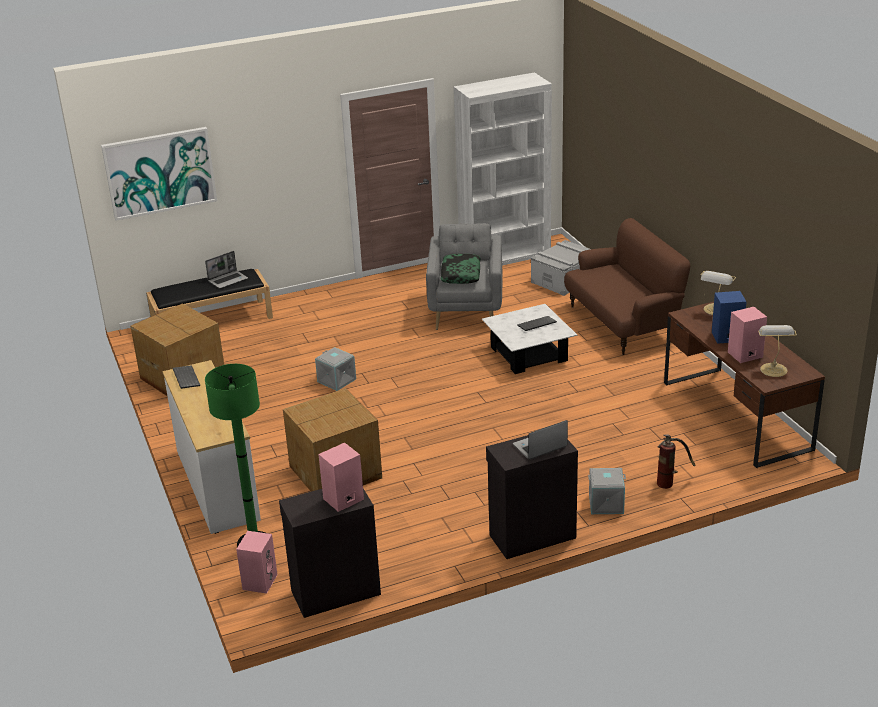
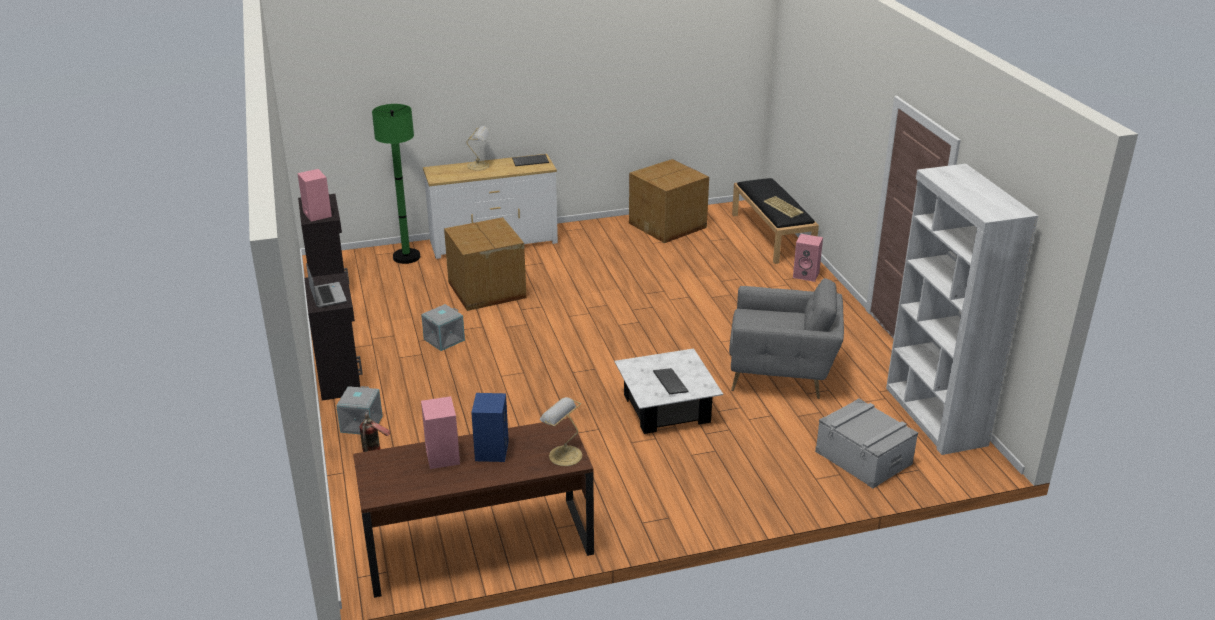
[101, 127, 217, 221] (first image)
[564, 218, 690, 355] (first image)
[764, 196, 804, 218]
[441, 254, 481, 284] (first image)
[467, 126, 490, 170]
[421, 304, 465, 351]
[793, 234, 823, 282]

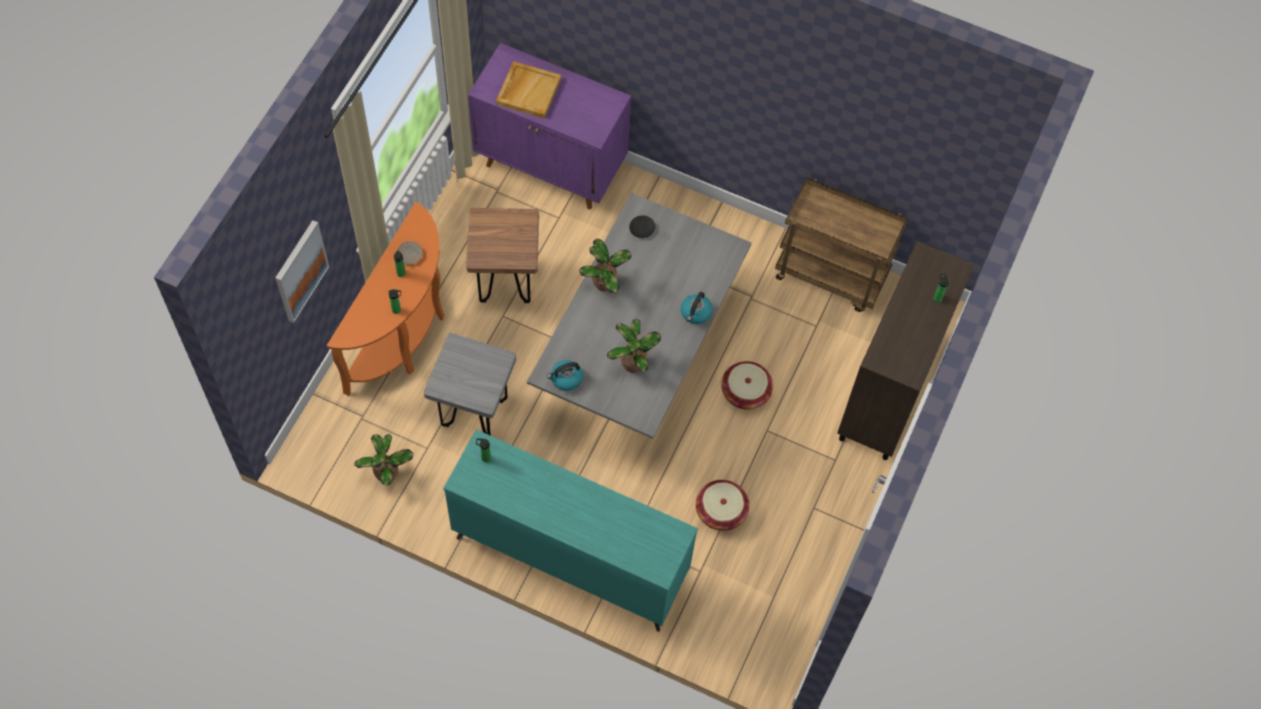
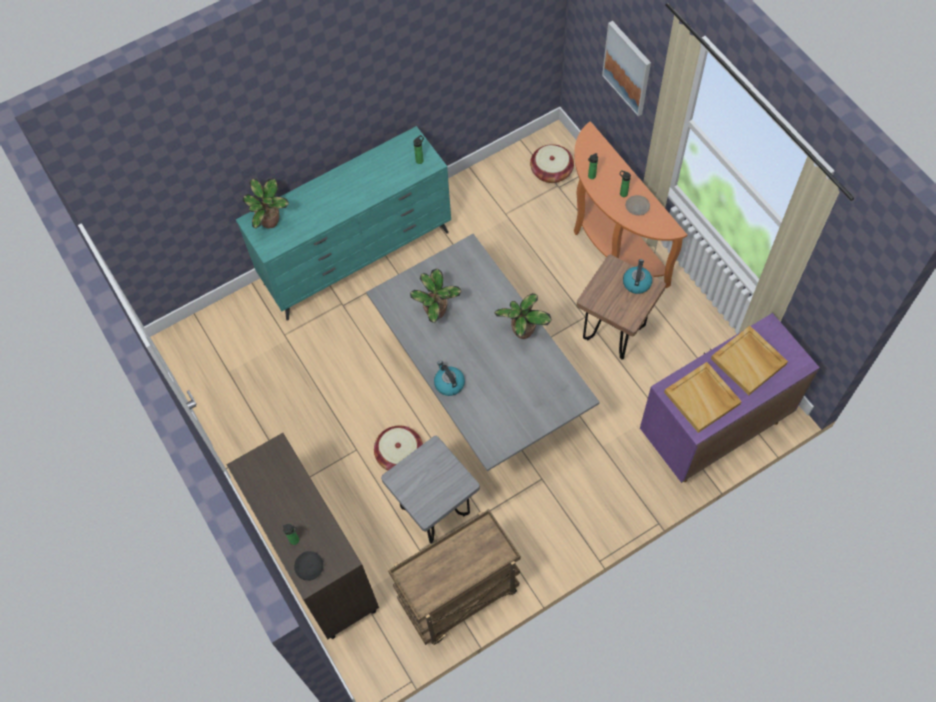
[294, 551, 324, 581]
[381, 436, 480, 544]
[623, 259, 652, 294]
[243, 178, 289, 229]
[530, 144, 574, 183]
[664, 362, 742, 433]

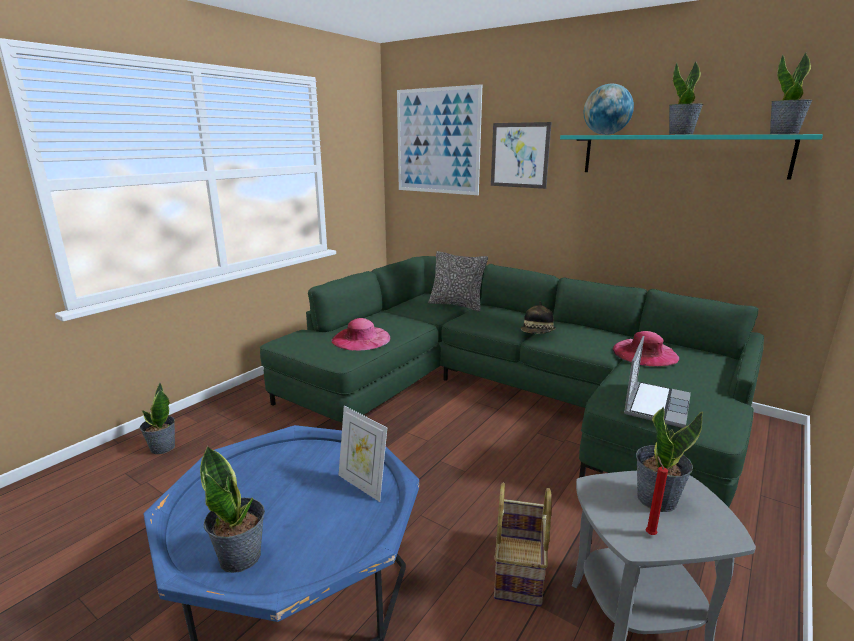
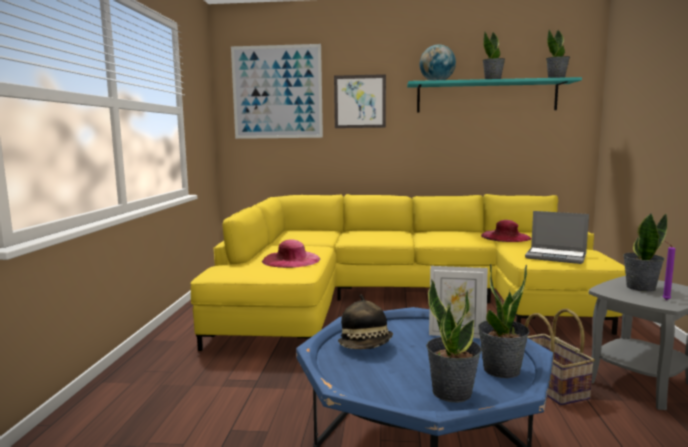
[428, 251, 488, 312] (first image)
[191, 194, 626, 351]
[338, 294, 393, 349]
[525, 211, 589, 264]
[478, 264, 530, 378]
[662, 241, 675, 300]

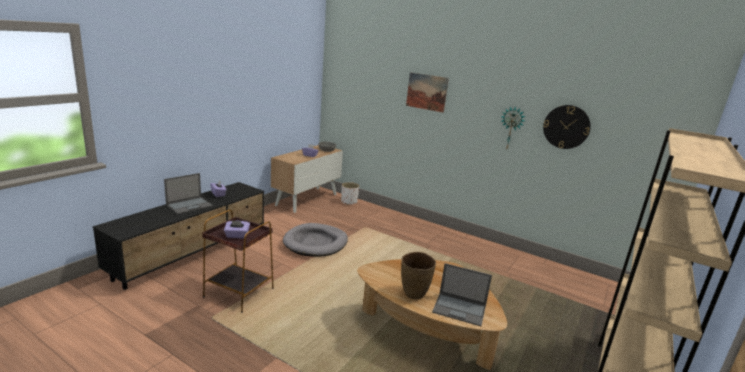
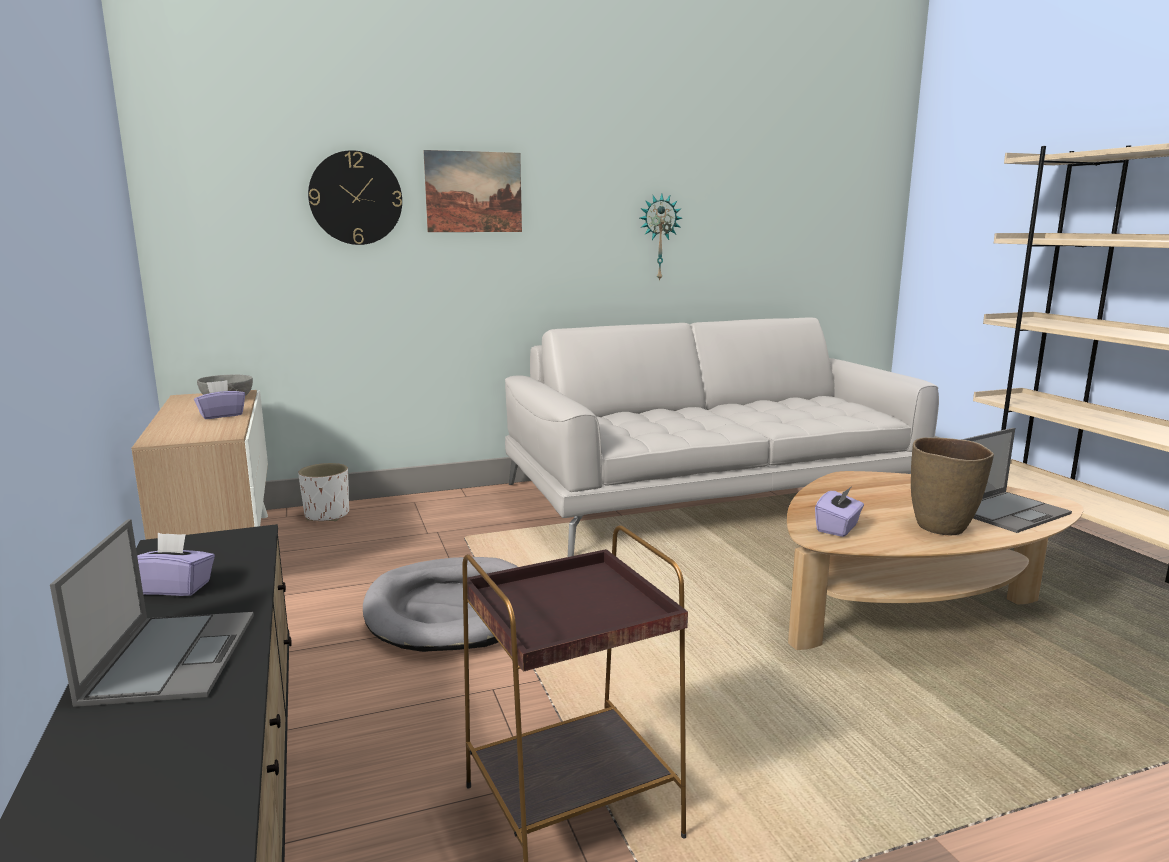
[308, 150, 402, 245]
[815, 486, 864, 537]
[505, 317, 939, 557]

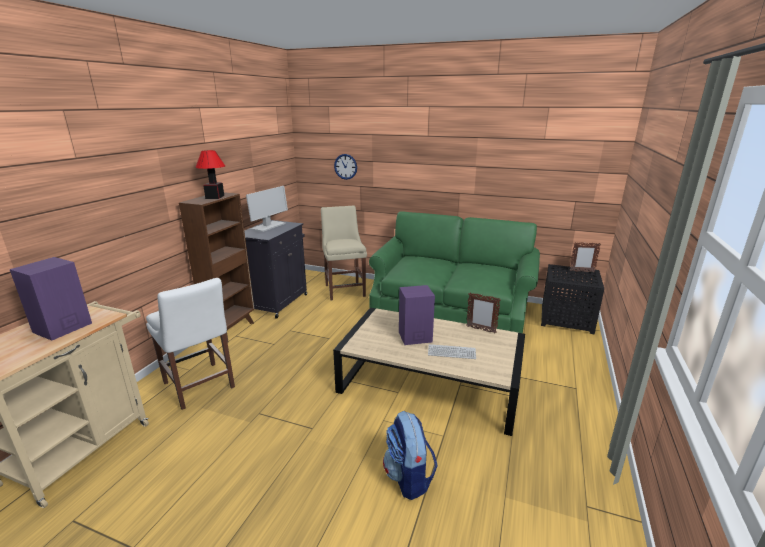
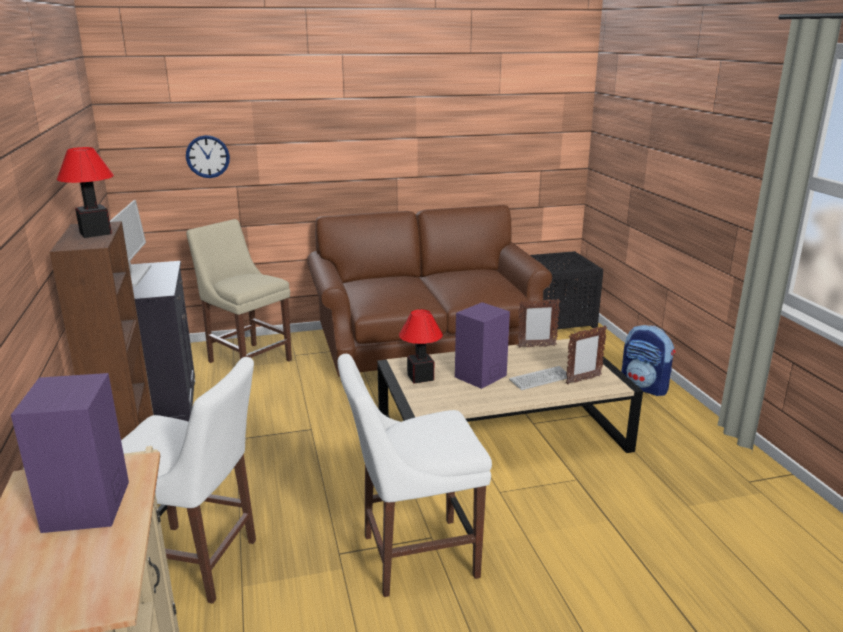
[307, 205, 552, 376]
[566, 325, 607, 384]
[621, 325, 675, 396]
[399, 309, 443, 384]
[337, 354, 492, 597]

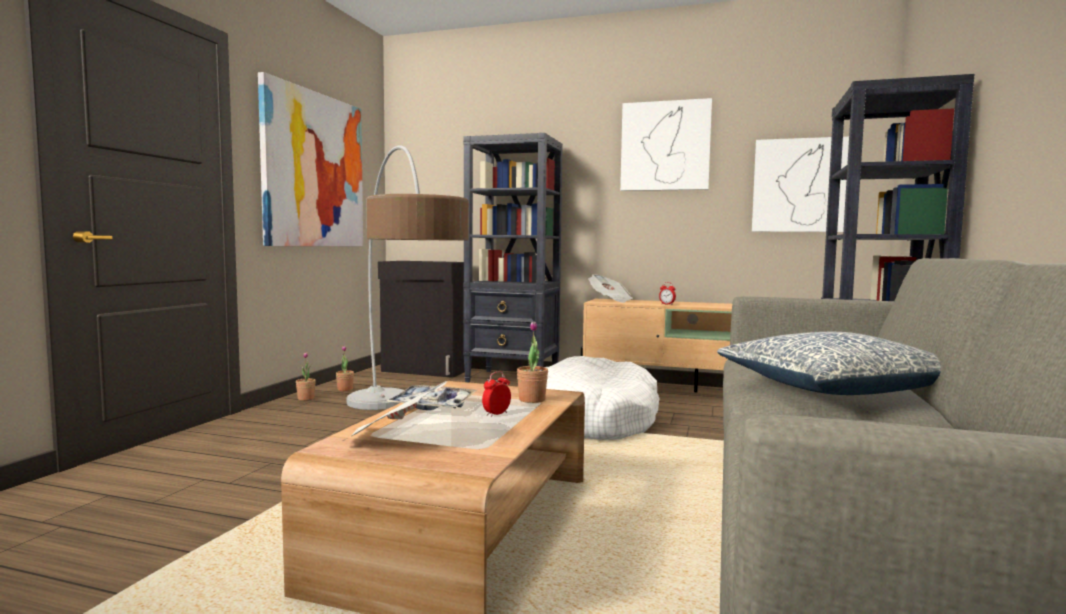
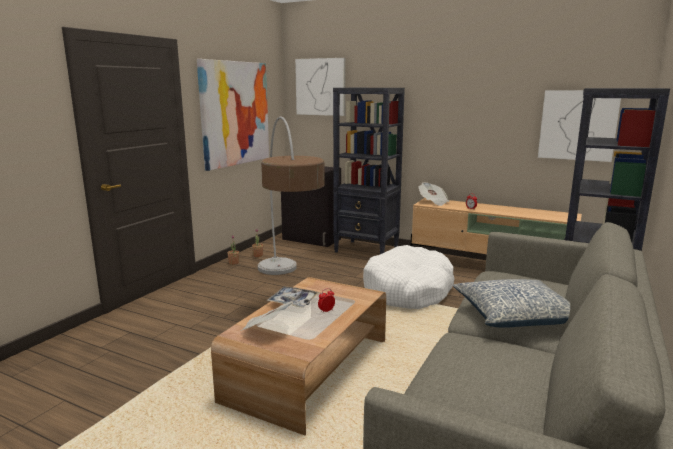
[295, 58, 345, 116]
[517, 321, 548, 403] (first image)

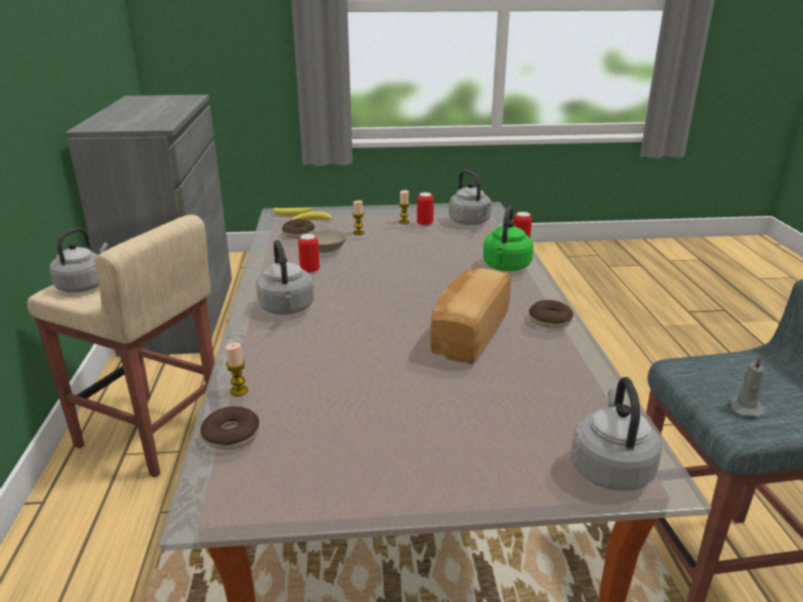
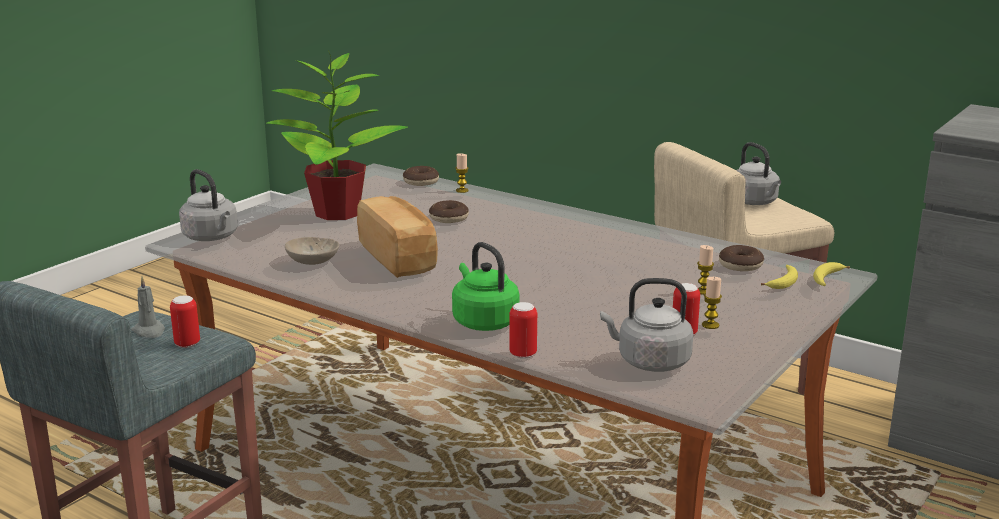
[285, 237, 339, 265]
[170, 295, 200, 348]
[256, 240, 314, 315] (first image)
[429, 200, 469, 223]
[267, 52, 408, 220]

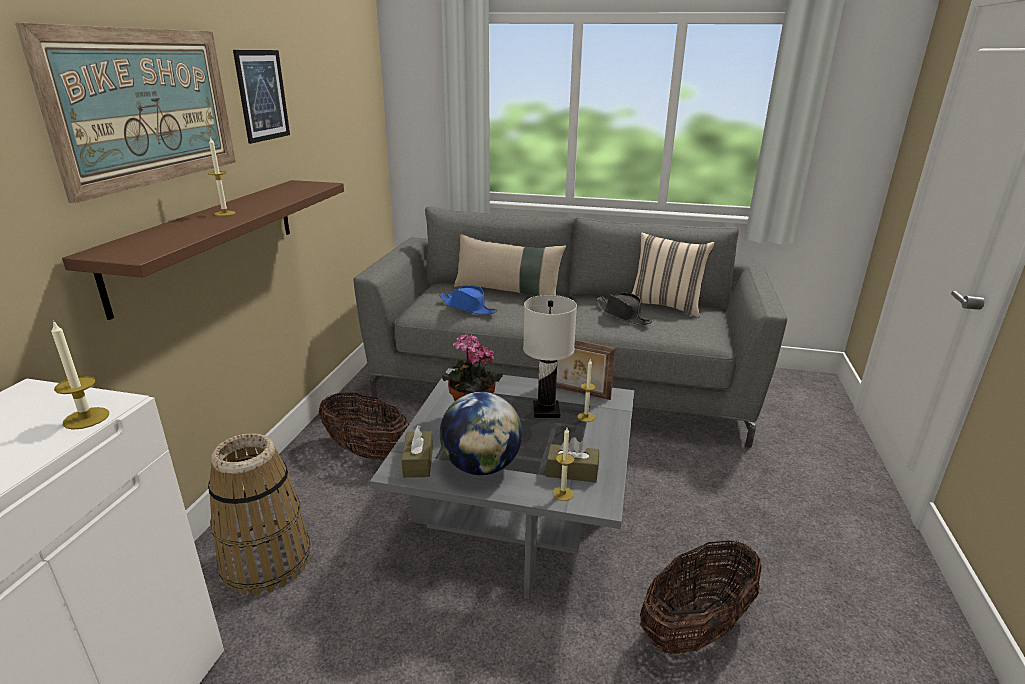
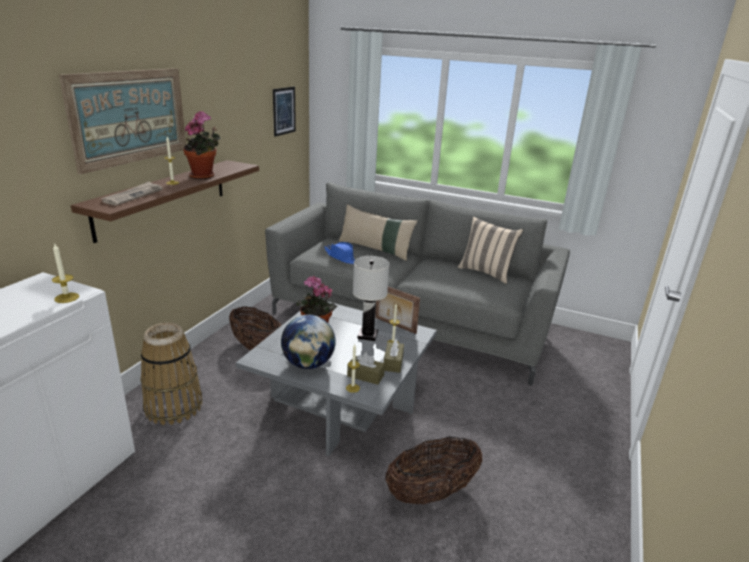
[273, 87, 296, 137]
[596, 292, 652, 325] (first image)
[384, 339, 404, 373]
[184, 111, 221, 179]
[101, 181, 163, 206]

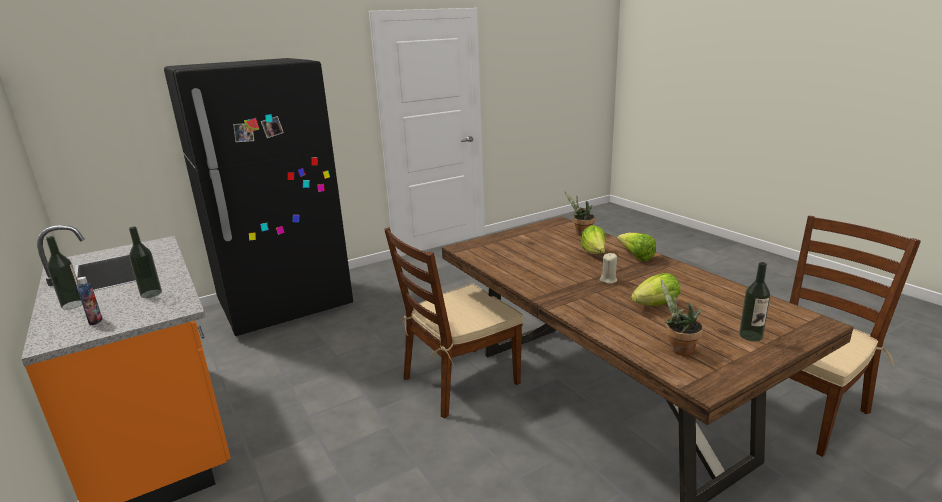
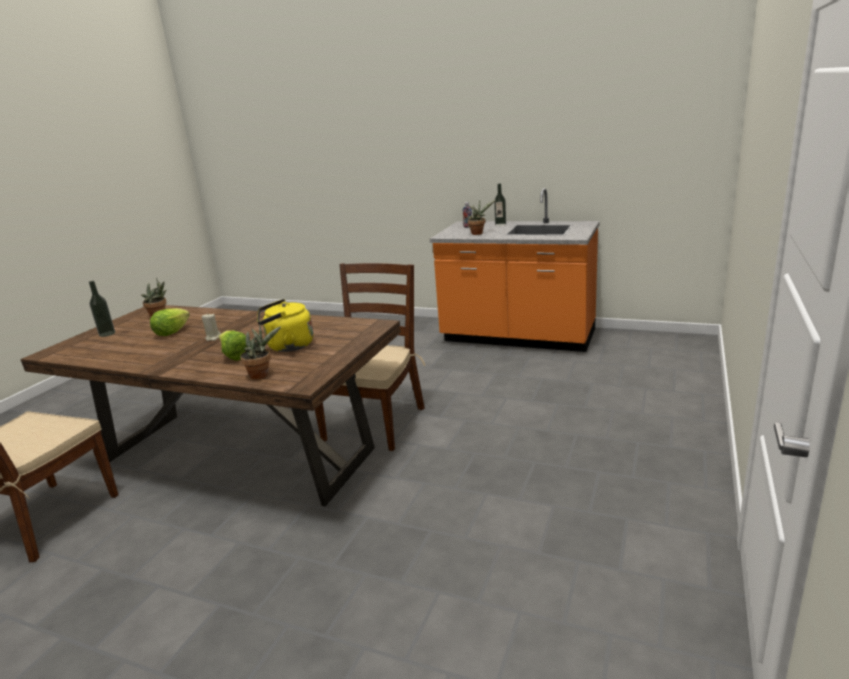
[164, 58, 353, 336] (first image)
[468, 200, 496, 235]
[617, 233, 656, 261] (first image)
[257, 299, 313, 352]

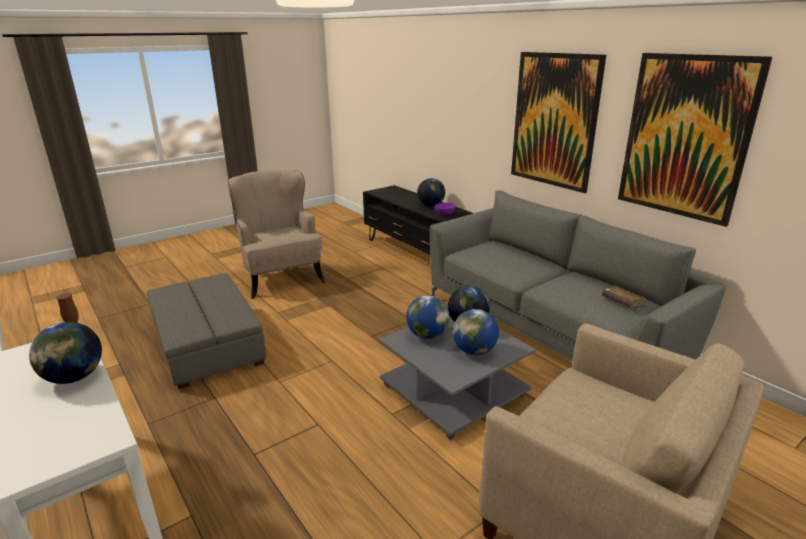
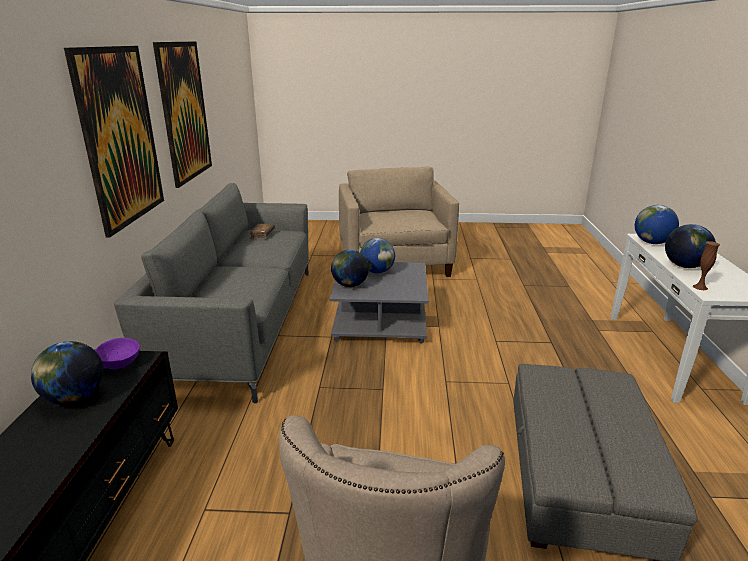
[635, 205, 679, 244]

